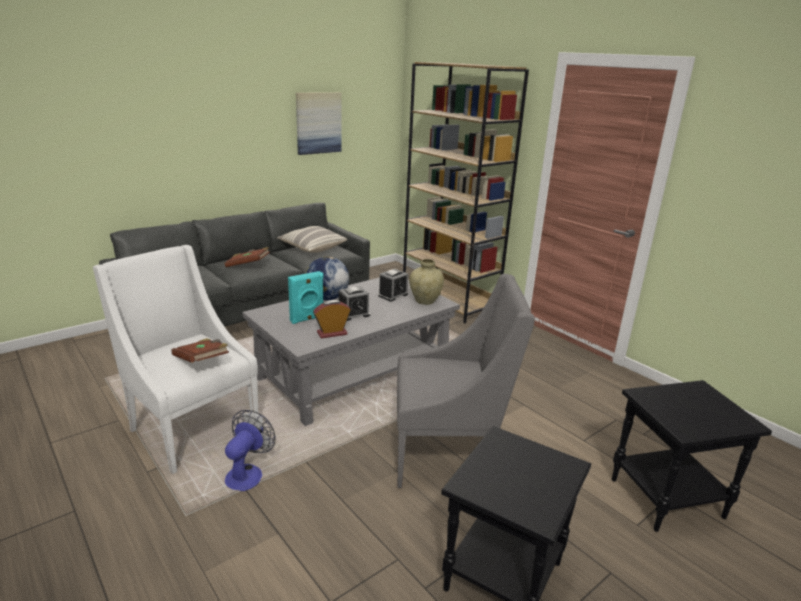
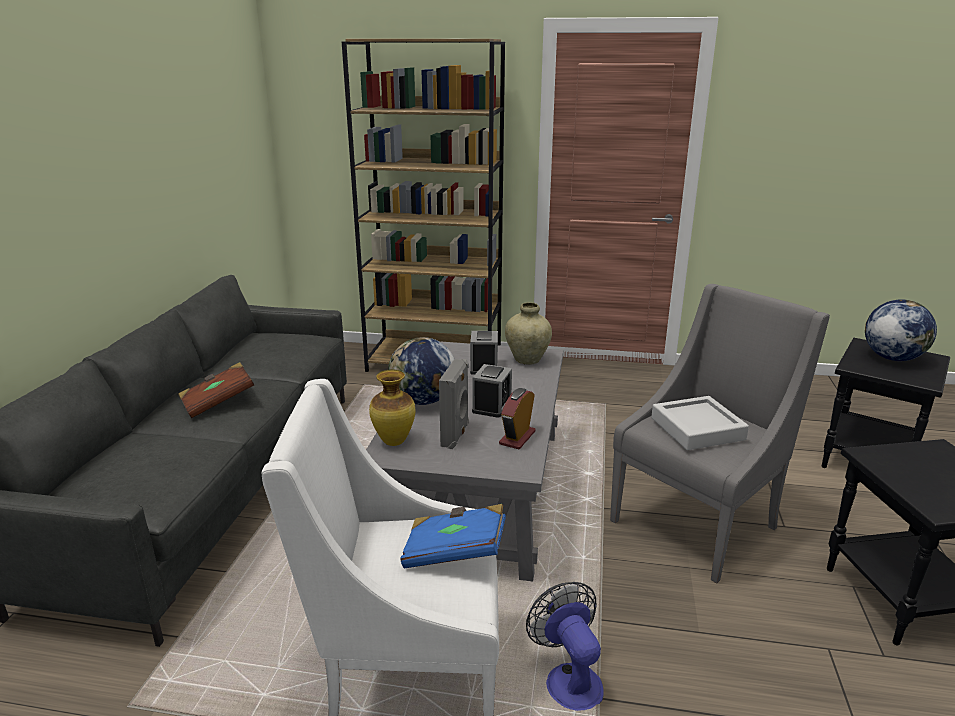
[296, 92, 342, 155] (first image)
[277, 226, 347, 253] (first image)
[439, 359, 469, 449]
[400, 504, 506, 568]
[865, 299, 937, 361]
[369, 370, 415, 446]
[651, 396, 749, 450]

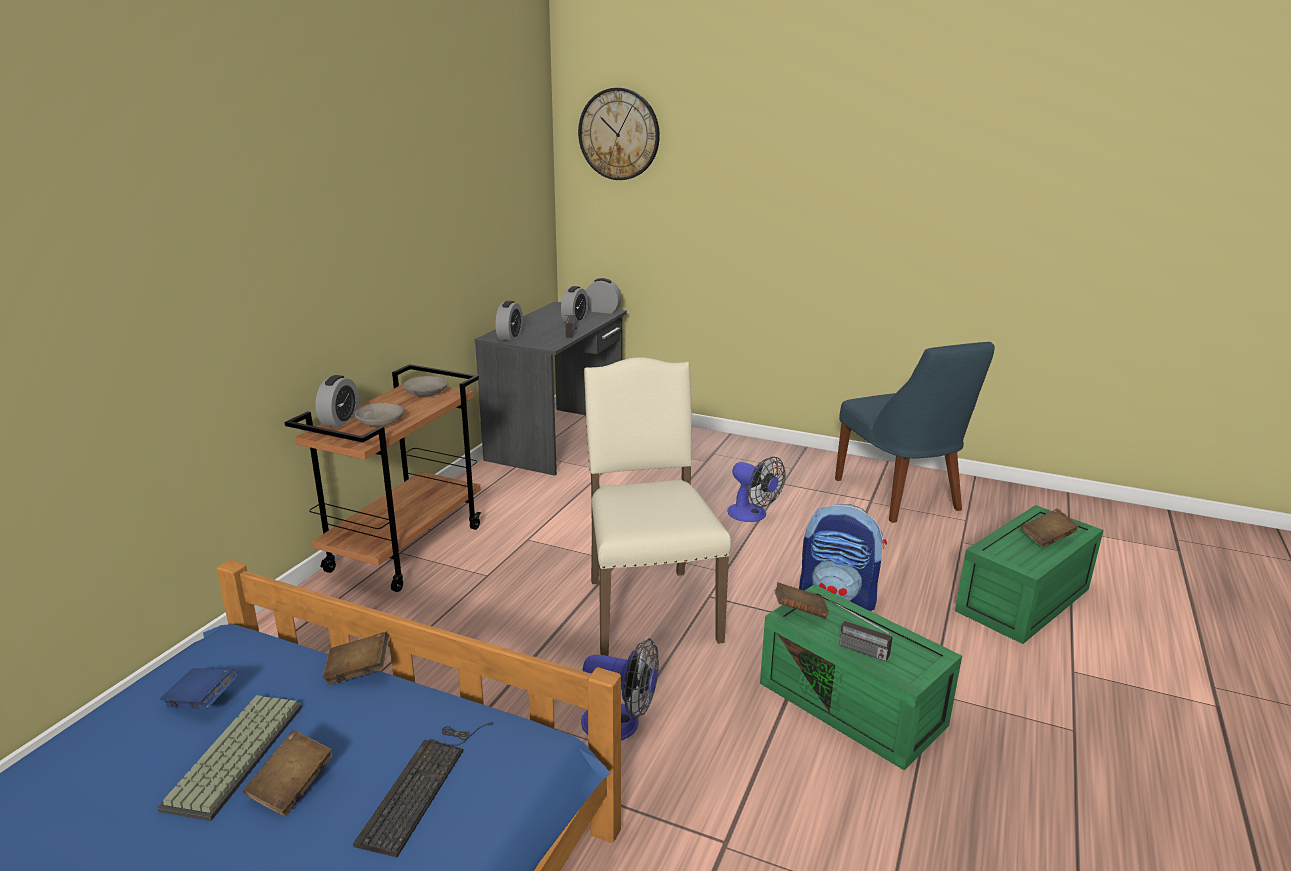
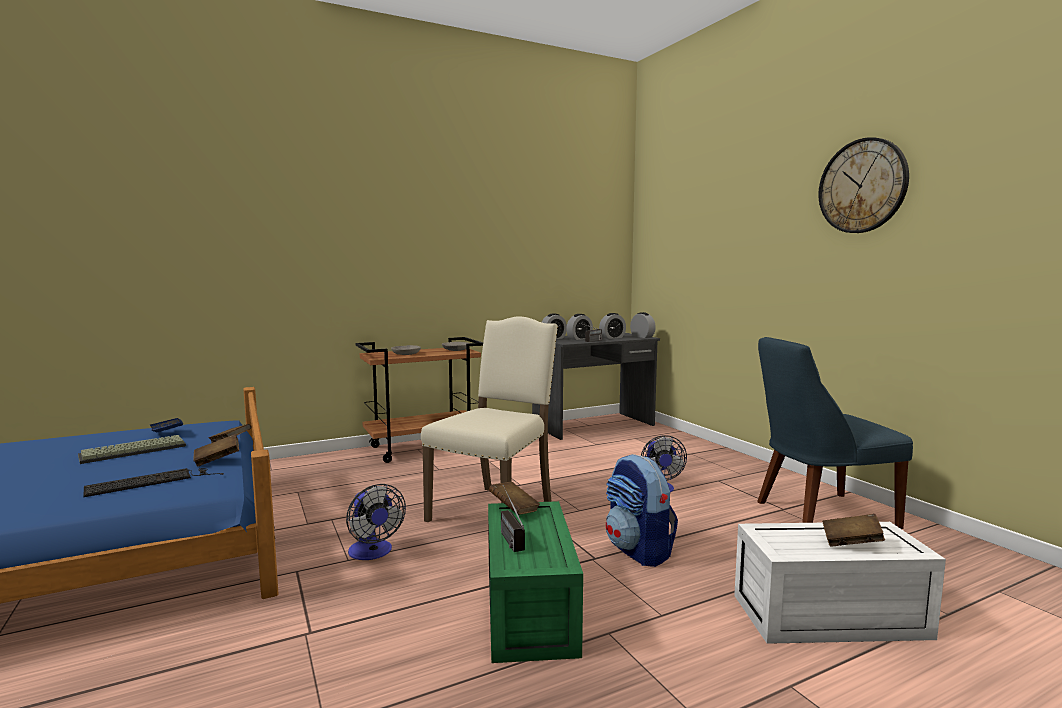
[818, 137, 909, 233]
[757, 337, 913, 529]
[566, 314, 593, 340]
[734, 522, 946, 644]
[193, 434, 239, 467]

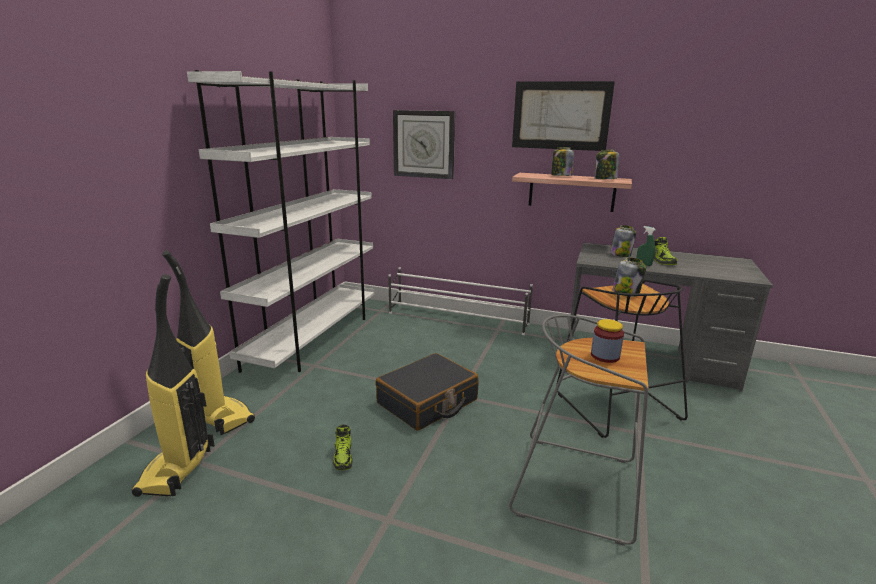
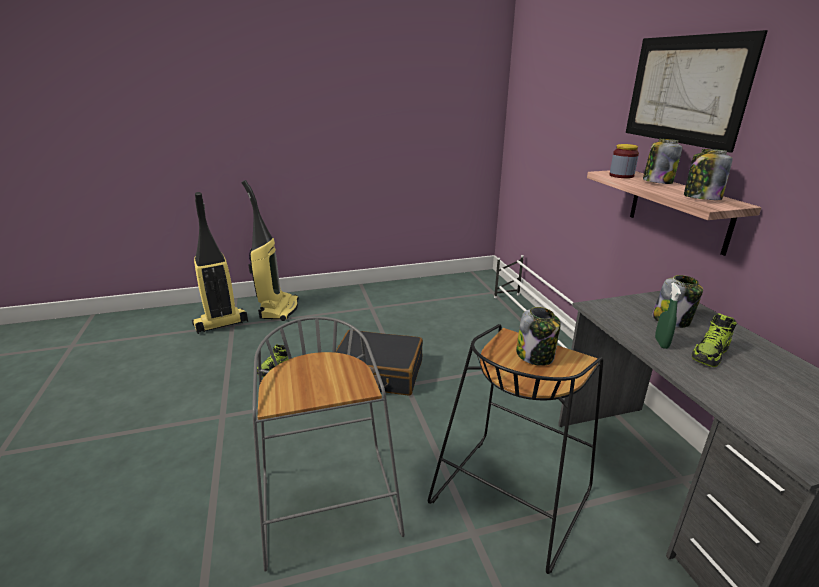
[187, 70, 375, 373] (first image)
[393, 110, 455, 179] (first image)
[609, 144, 639, 178]

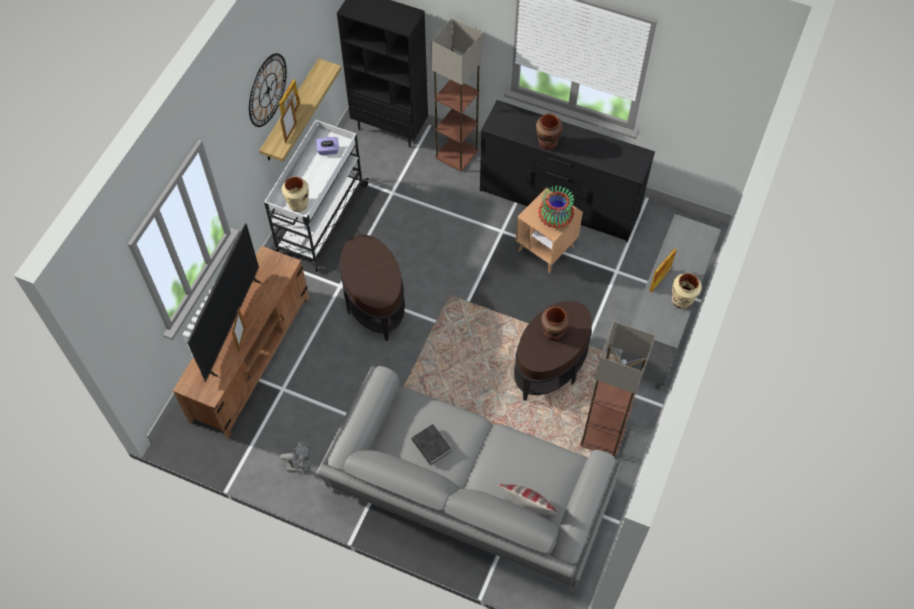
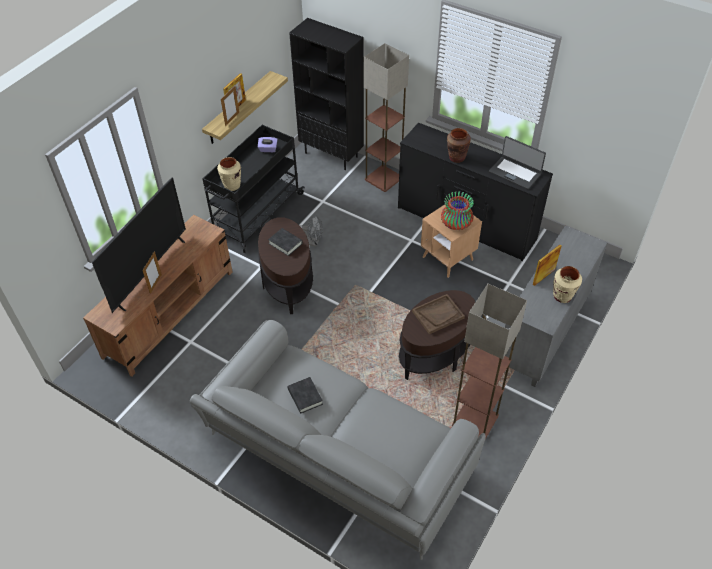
[249, 53, 287, 127] (first image)
[202, 125, 305, 253]
[412, 294, 465, 334]
[300, 215, 323, 247]
[499, 484, 558, 515] (first image)
[489, 136, 546, 189]
[268, 228, 303, 256]

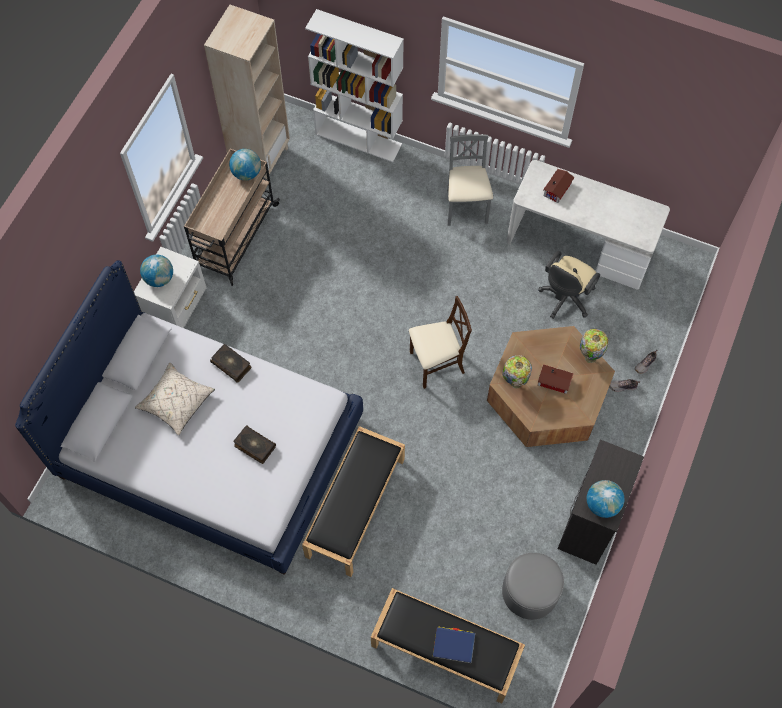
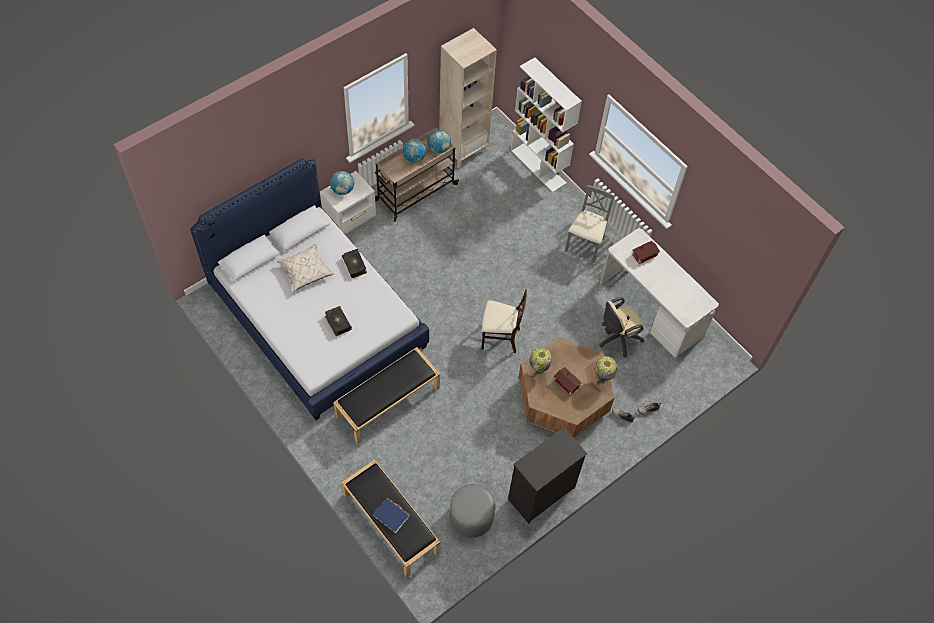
[402, 139, 426, 163]

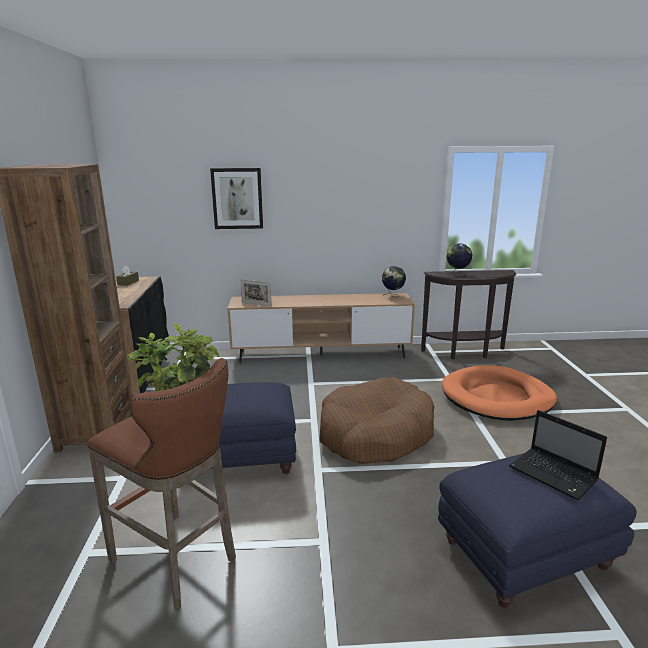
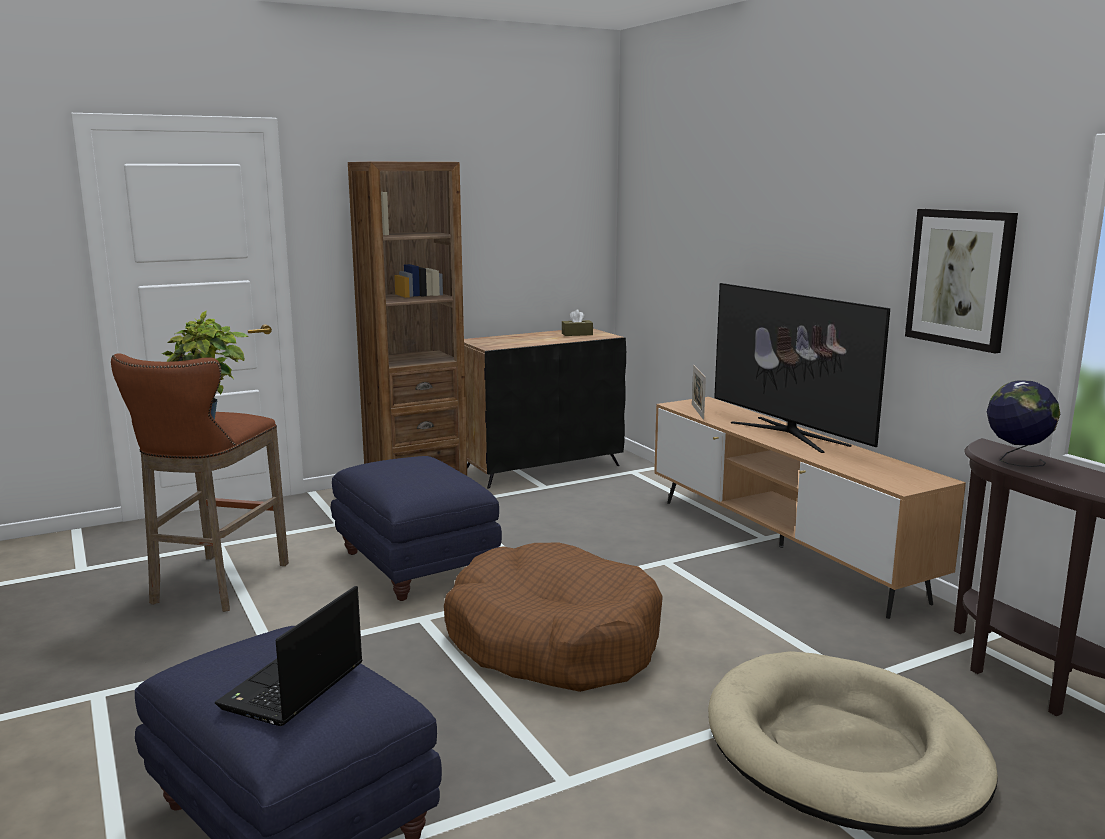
[905, 209, 1018, 353]
[382, 266, 406, 297] (first image)
[708, 651, 998, 835]
[714, 283, 890, 453]

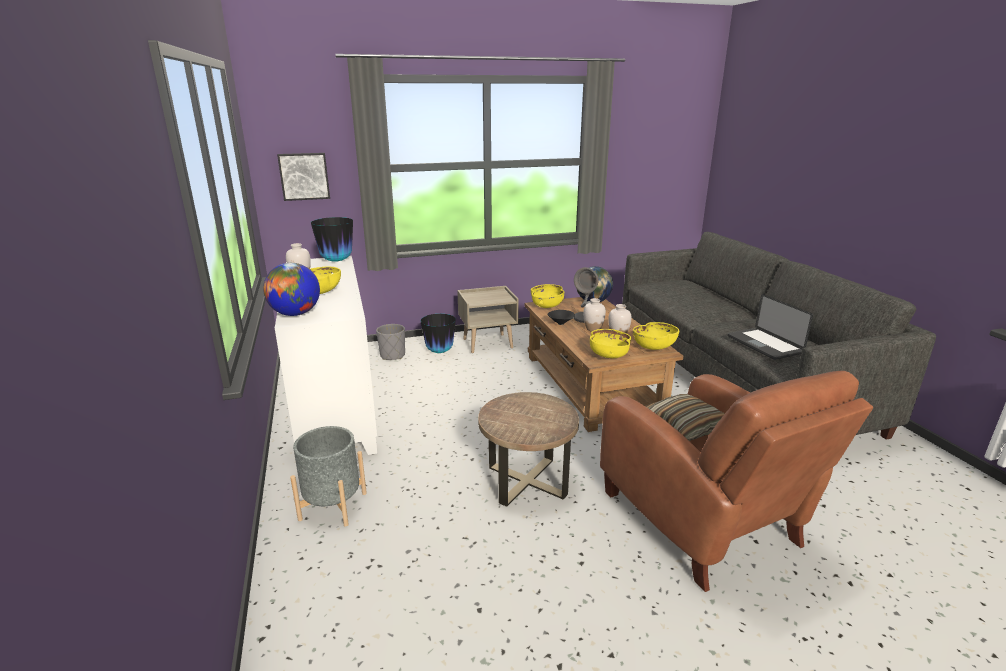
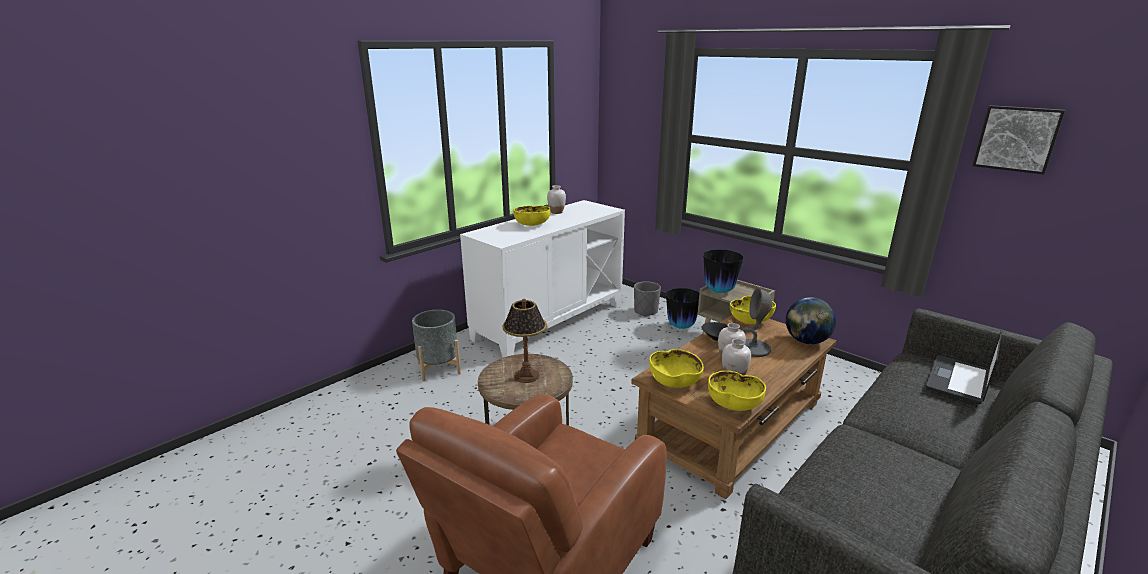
[973, 105, 1066, 174]
[703, 249, 743, 293]
[263, 263, 320, 316] (first image)
[926, 329, 1002, 404]
[645, 394, 725, 441] (first image)
[503, 299, 547, 383]

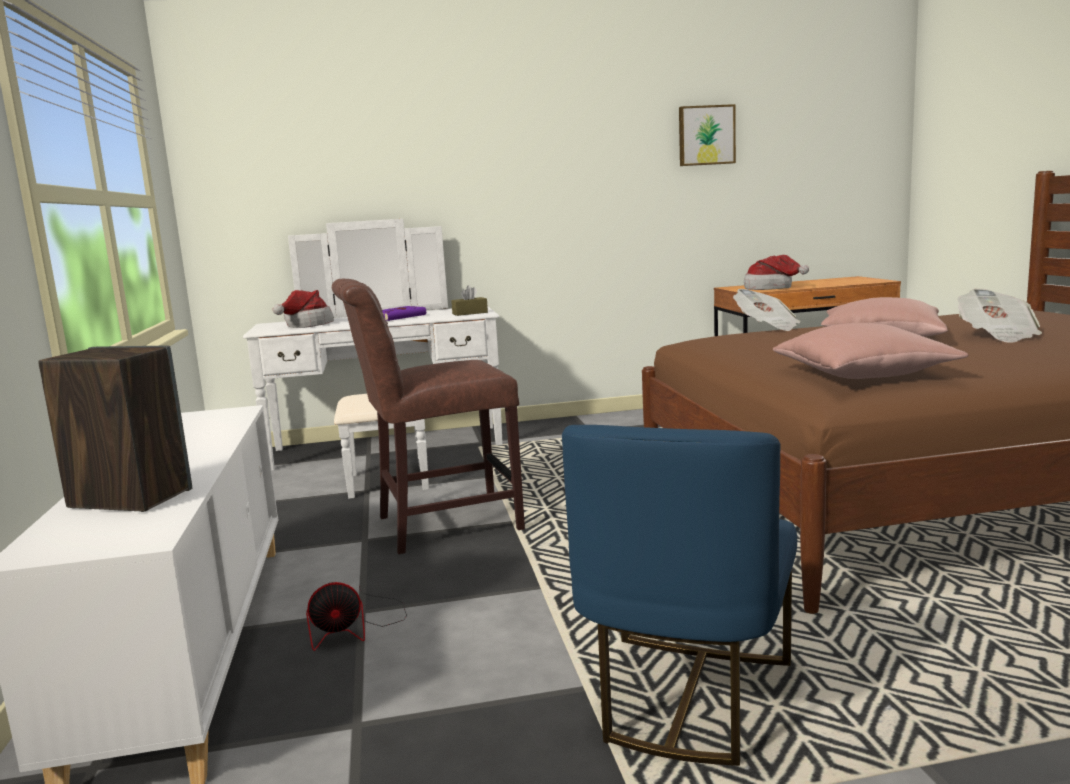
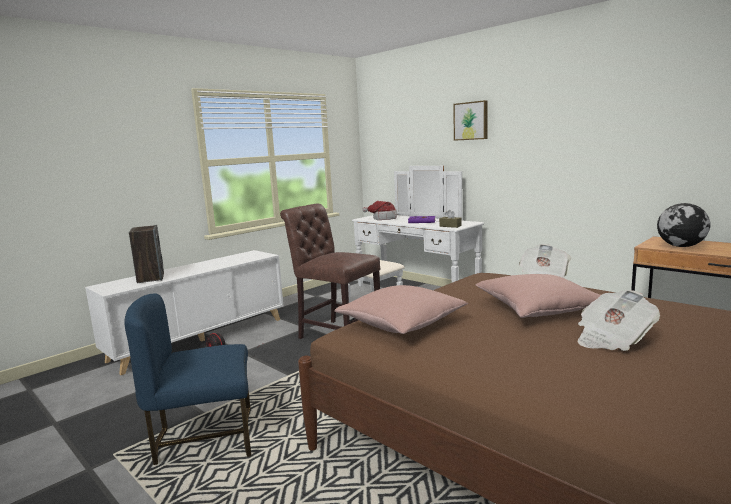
[453, 100, 488, 141]
[657, 203, 710, 247]

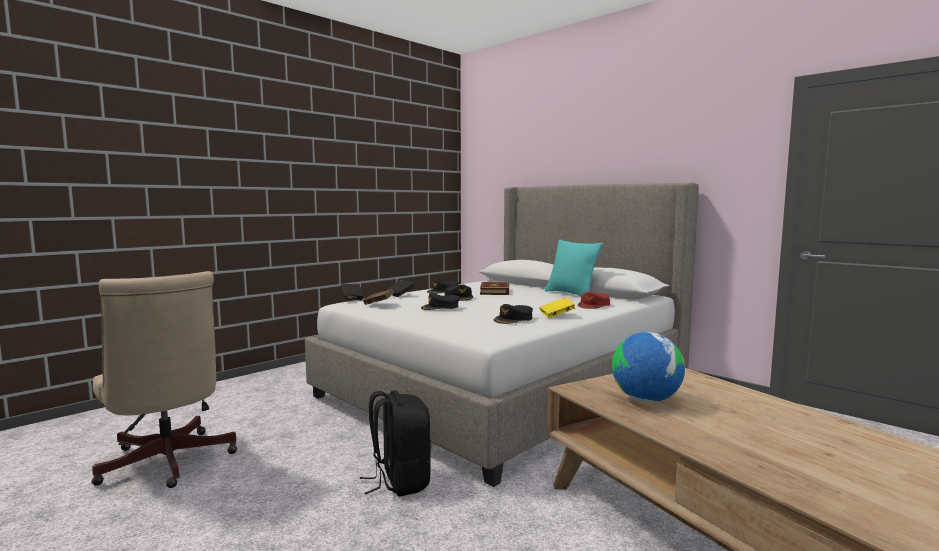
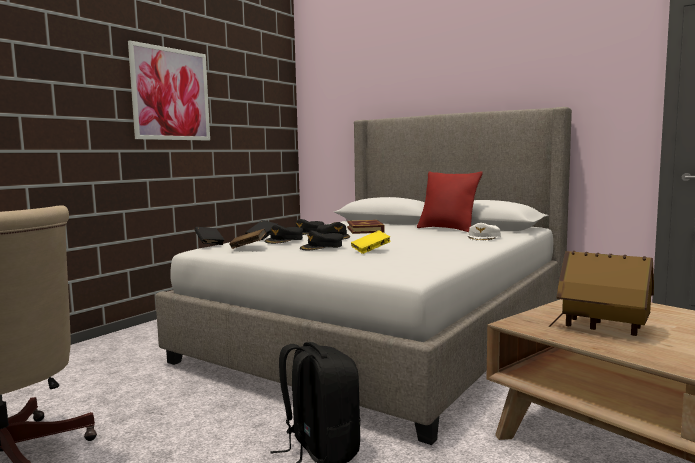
[417, 171, 483, 233]
[467, 223, 501, 241]
[351, 230, 391, 254]
[264, 225, 303, 244]
[549, 251, 654, 336]
[128, 40, 210, 141]

